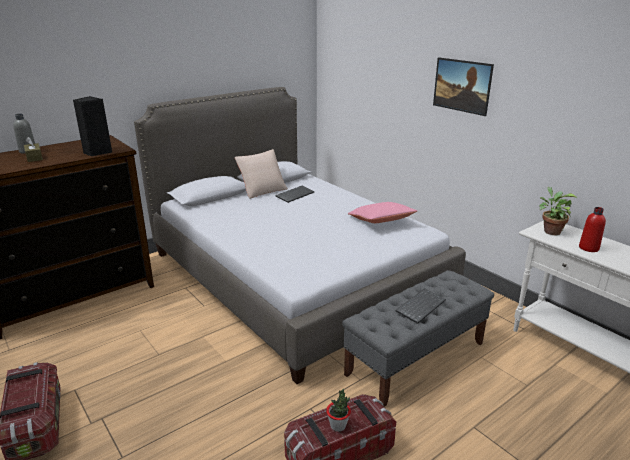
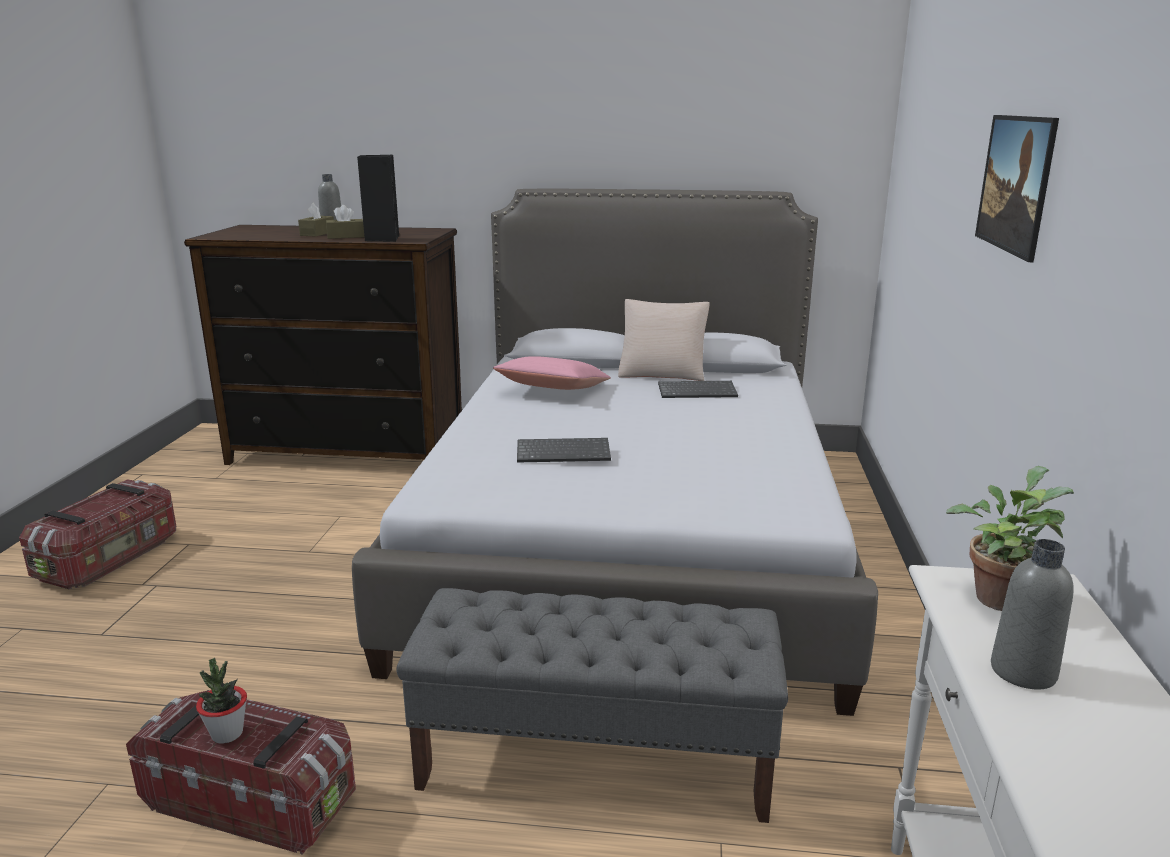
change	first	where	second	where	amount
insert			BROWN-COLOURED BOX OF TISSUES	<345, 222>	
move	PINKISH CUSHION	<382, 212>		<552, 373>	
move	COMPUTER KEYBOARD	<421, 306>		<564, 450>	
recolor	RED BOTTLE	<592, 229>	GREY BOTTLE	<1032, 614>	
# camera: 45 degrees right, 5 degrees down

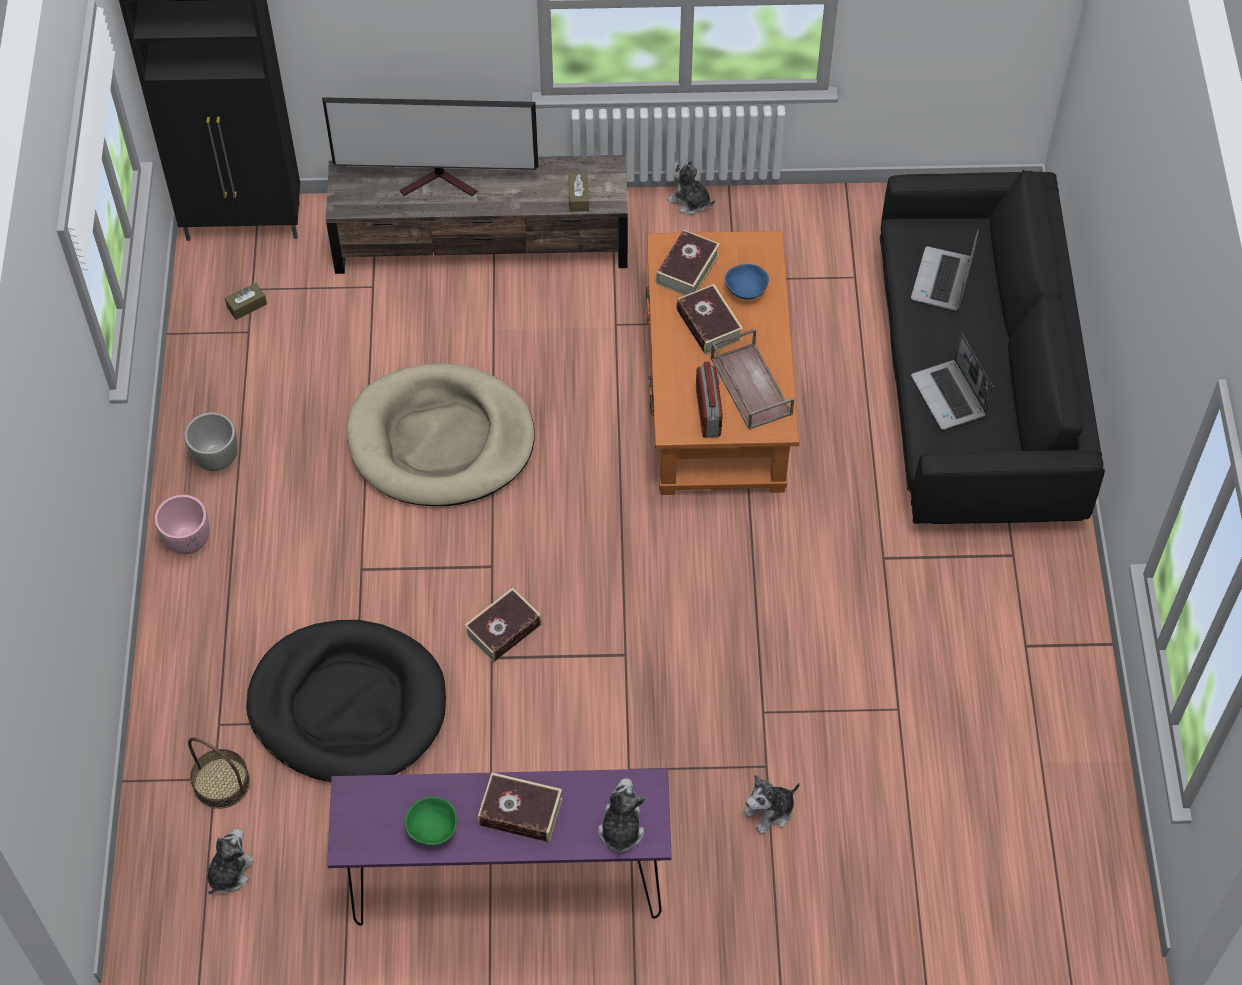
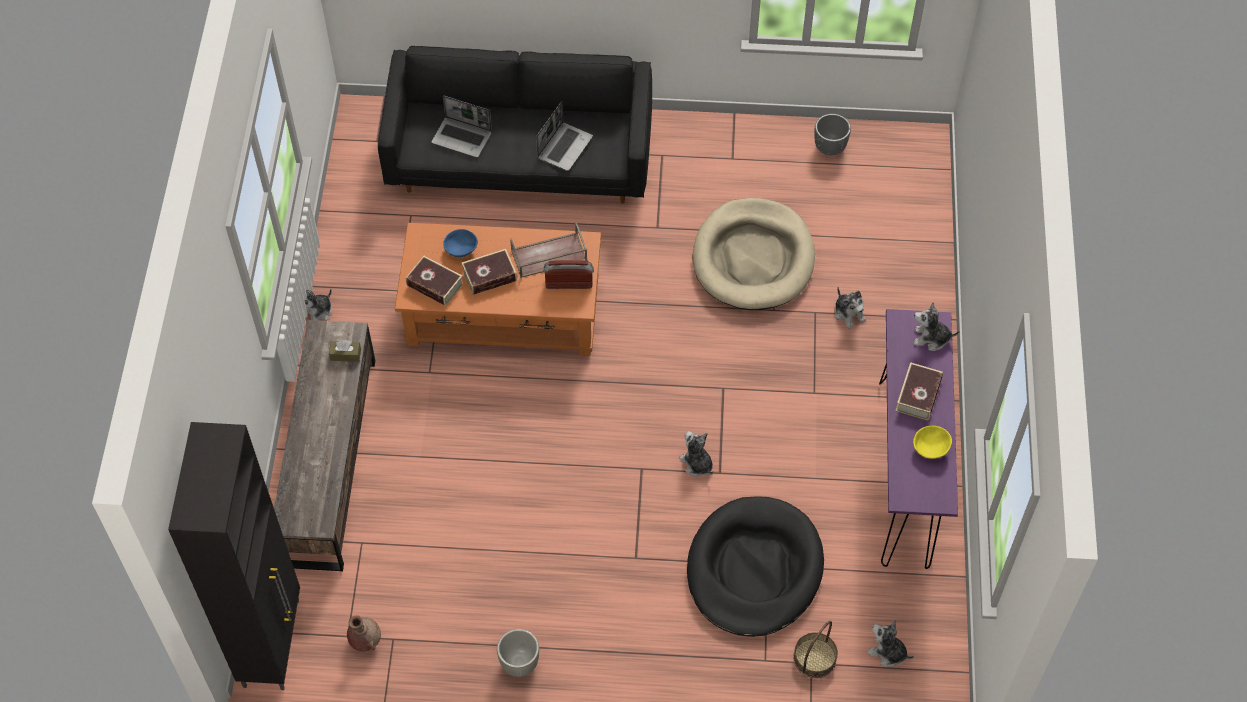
change	first	where	second	where	amount
delete	PINKISH FLOWER POT	<181, 525>			
delete	TELEVISION	<430, 147>			
insert			GREY FLOWER POT	<832, 134>	
move	SAND-COLOURED DOG BED	<440, 434>		<753, 254>	
replace	BROWN-COLOURED BOX OF TISSUES	<246, 301>	BROWN-COLOURED DECORATIVE VASE	<364, 633>	
replace	VOLUME	<503, 625>	CUDDLY TOY	<696, 454>	
recolor	GREEN SERVING BOWL	<430, 821>	YELLOWISH SERVING BOWL	<932, 442>	
rotate	LAPTOP	<952, 381>		<564, 136>	45 degrees counterclockwise
# camera: 85 degrees left, 0 degrees up

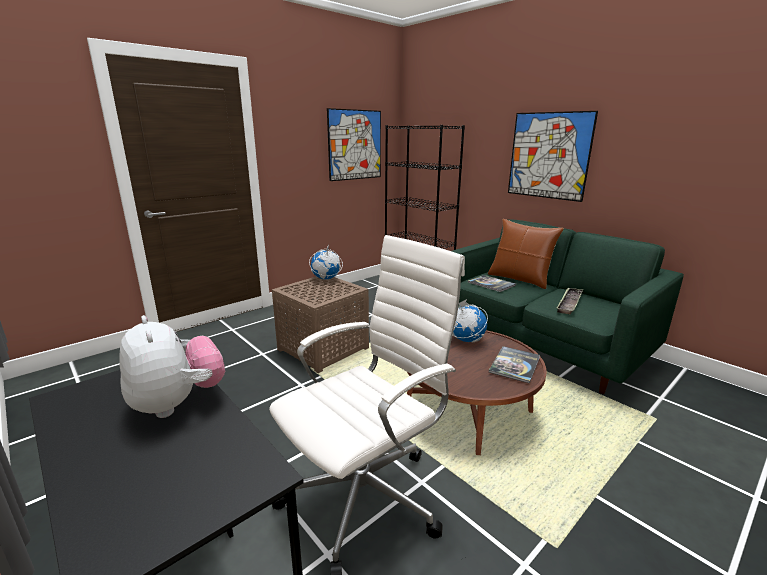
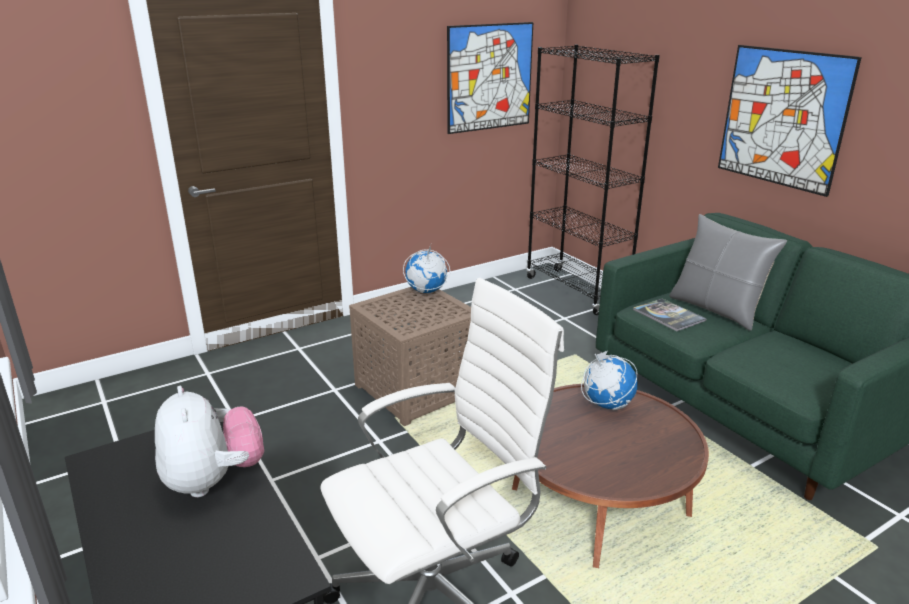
change	first	where	second	where	amount
delete	VOLUME	<514, 365>			
delete	SERVING TRAY	<570, 301>			
recolor	BROWN-COLOURED CUSHION	<526, 254>	GREY CUSHION	<728, 272>	
# camera: 10 degrees right, 5 degrees up

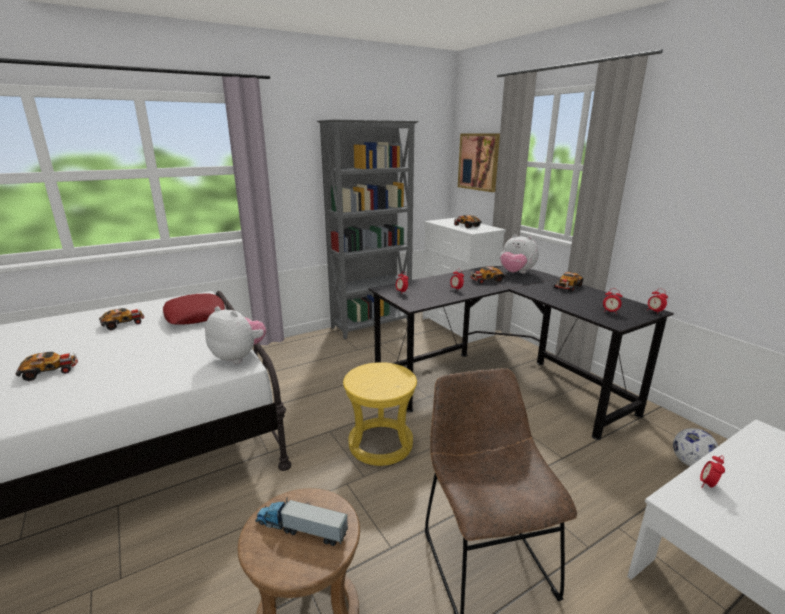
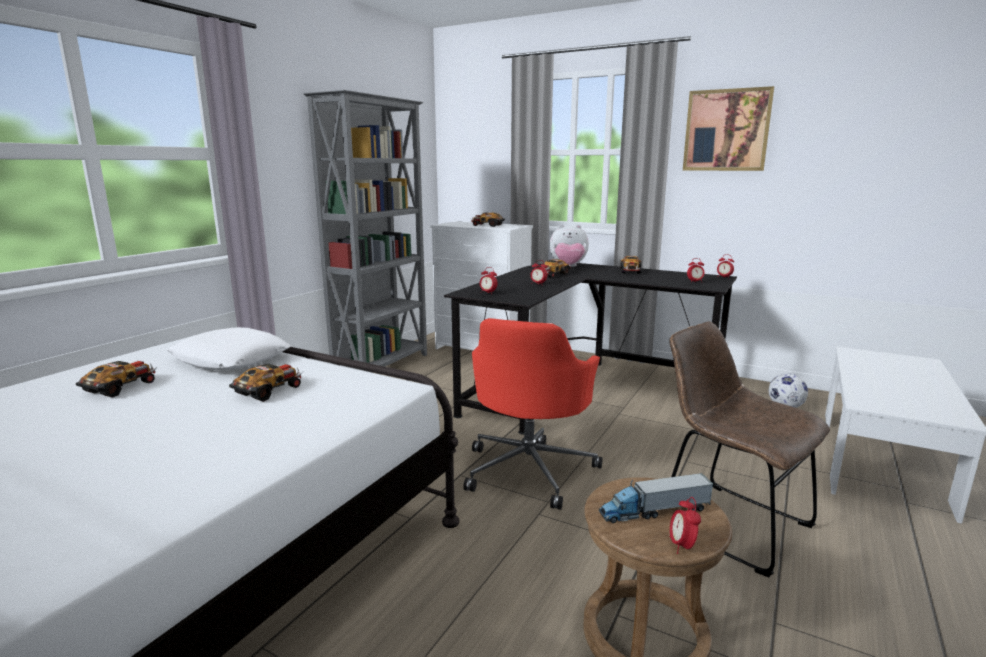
change	first	where	second	where	amount
delete	CUDDLY TOY	<235, 335>			
move	TOY CAR	<47, 366>		<266, 382>	
move	WALL PICTURE	<479, 162>		<728, 128>	
move	TABLE CLOCK	<712, 471>		<685, 525>	
replace	YELLOWISH STOOL SEAT	<380, 414>	RED OFFICE CHAIR	<533, 414>	
recolor	RED CUSHION	<194, 309>	WHITE-COLOURED CUSHION	<229, 348>	
# camera: 30 degrees left, 5 degrees down

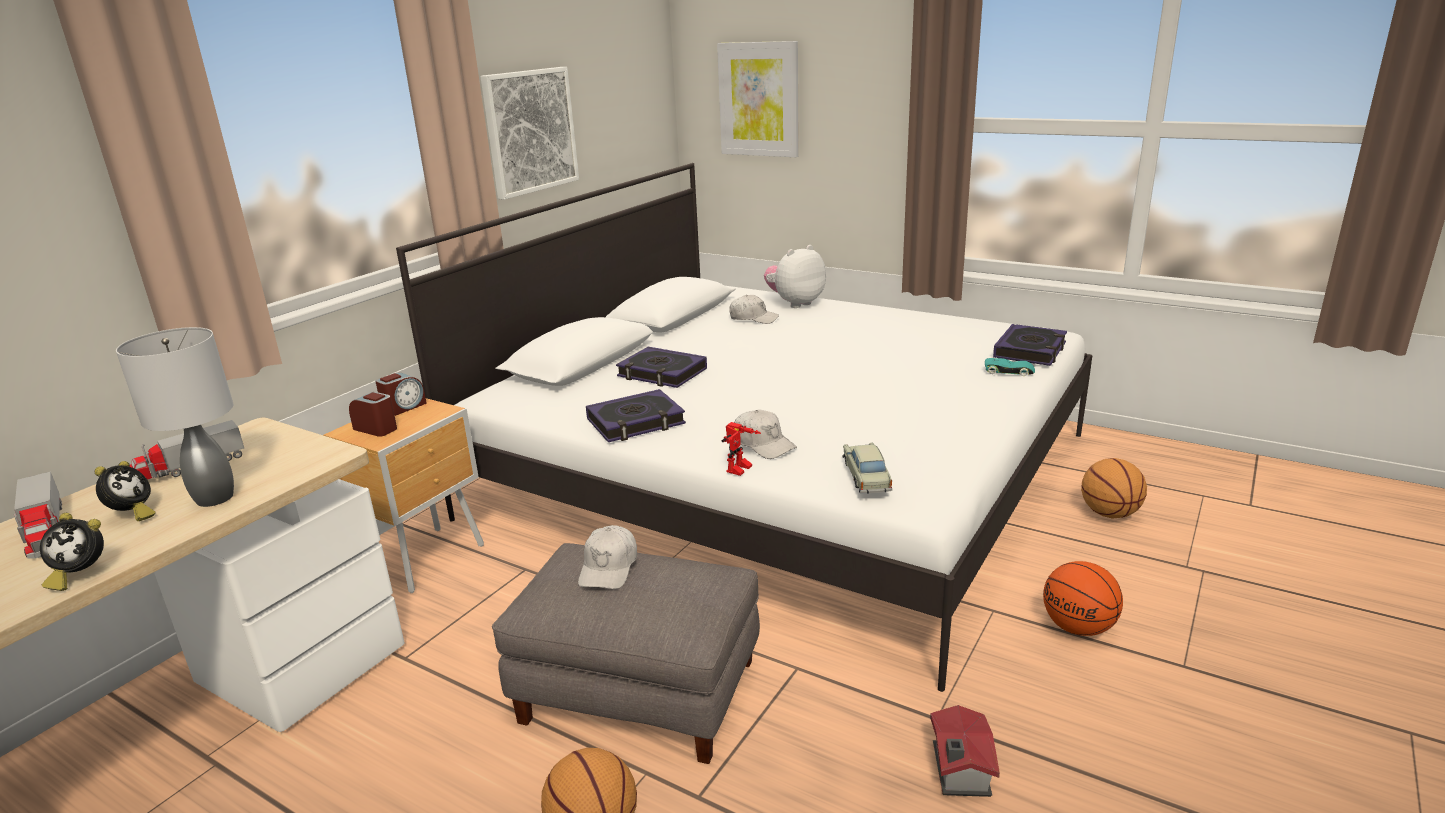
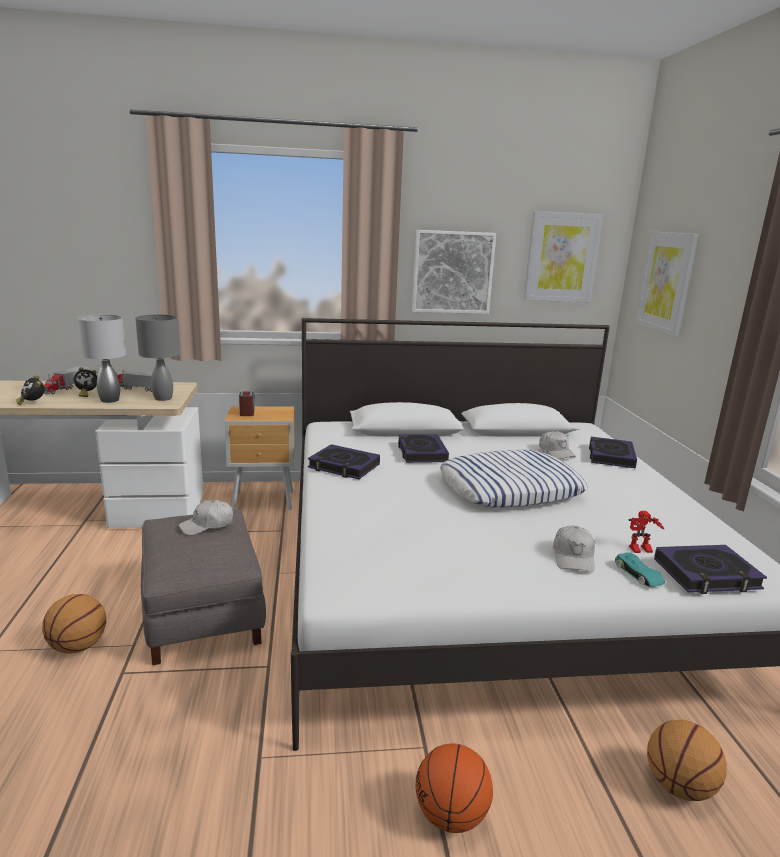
change	first	where	second	where	amount
delete	TABLE CLOCK	<401, 394>			
delete	SAND-COLOURED TOY CAR	<867, 468>			
delete	MINIATURE HOUSE	<965, 751>			
insert			GREY TABLE LAMP	<157, 357>	
insert			CUSHION	<514, 479>	
insert			WALL PICTURE	<563, 256>	
move	ROBOT FIGURE	<741, 449>		<646, 532>	
move	WHITE-COLOURED PEAKED CAP	<765, 434>		<574, 548>	
replace	CUDDLY TOY	<795, 276>	VOLUME	<613, 453>	
# camera: 50 degrees right, 5 degrees down

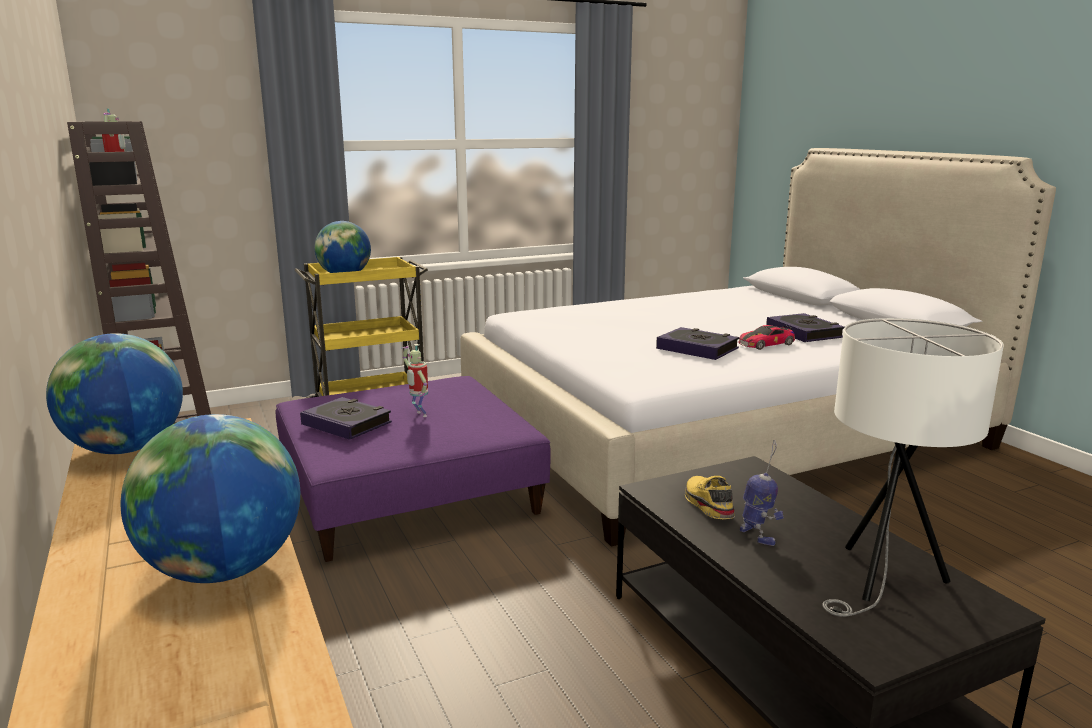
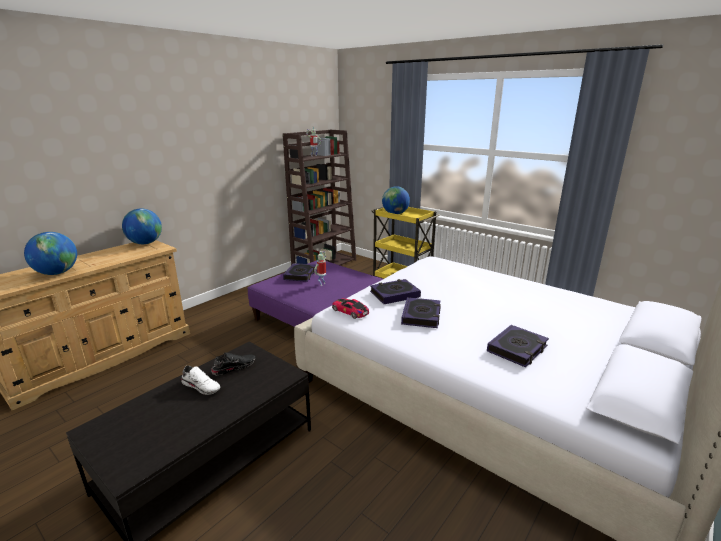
change	first	where	second	where	amount
delete	WHITE-COLOURED TABLE LAMP	<913, 467>			
insert			VOLUME	<395, 291>	
move	TOY CAR	<766, 337>		<350, 308>	
replace	ROBOT FIGURE	<762, 493>	WHITE-COLOURED LOW SHOE	<200, 380>	
recolor	YELLOWISH LOW SHOE	<710, 497>	BLACK-COLOURED LOW SHOE	<232, 364>	
# camera: 65 degrees right, 5 degrees up

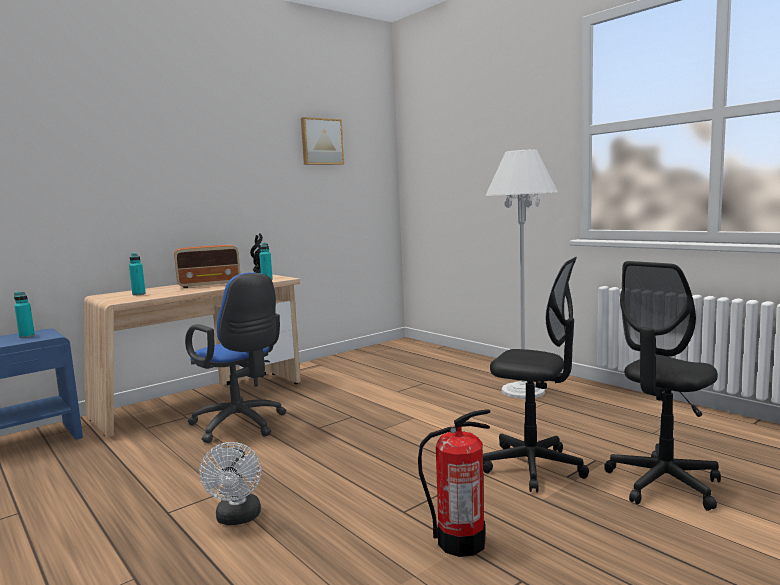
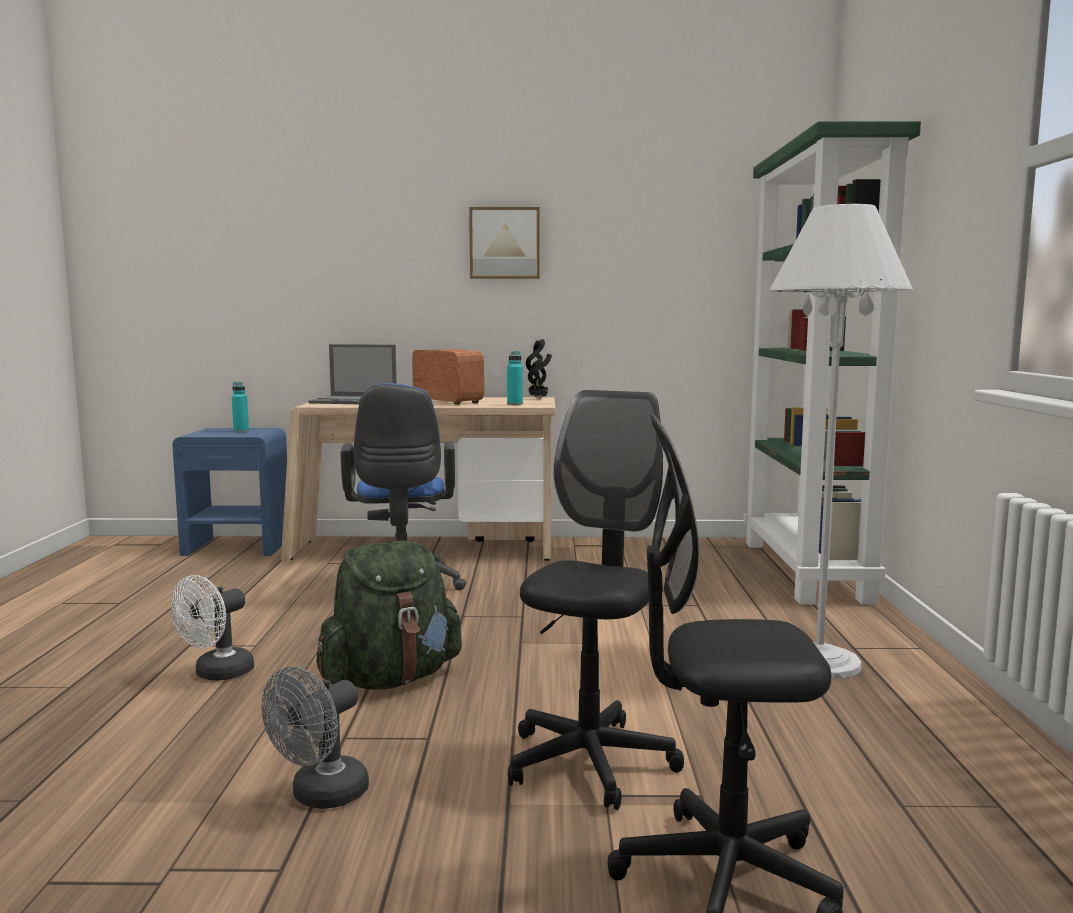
change	first	where	second	where	amount
insert			GREEN KNAPSACK	<389, 615>	
insert			GREEN BOOKSHELF	<832, 363>	
move	WALL PICTURE	<322, 141>		<504, 243>	
replace	TURQUOISE BOTTLE	<137, 274>	LAPTOP	<352, 374>	
replace	FIRE EXTINGUISHER	<454, 483>	GREY FAN	<315, 738>	
rotate	RADIO SET	<207, 266>		<448, 377>	150 degrees counterclockwise
rotate	BLACK-COLOURED OFFICE CHAIR	<536, 374>		<596, 600>	135 degrees counterclockwise
# camera: 40 degrees right, 0 degrees up

